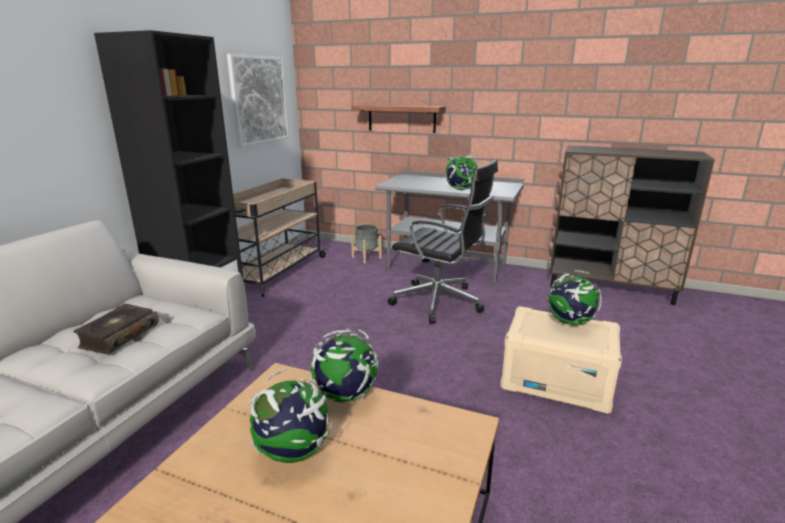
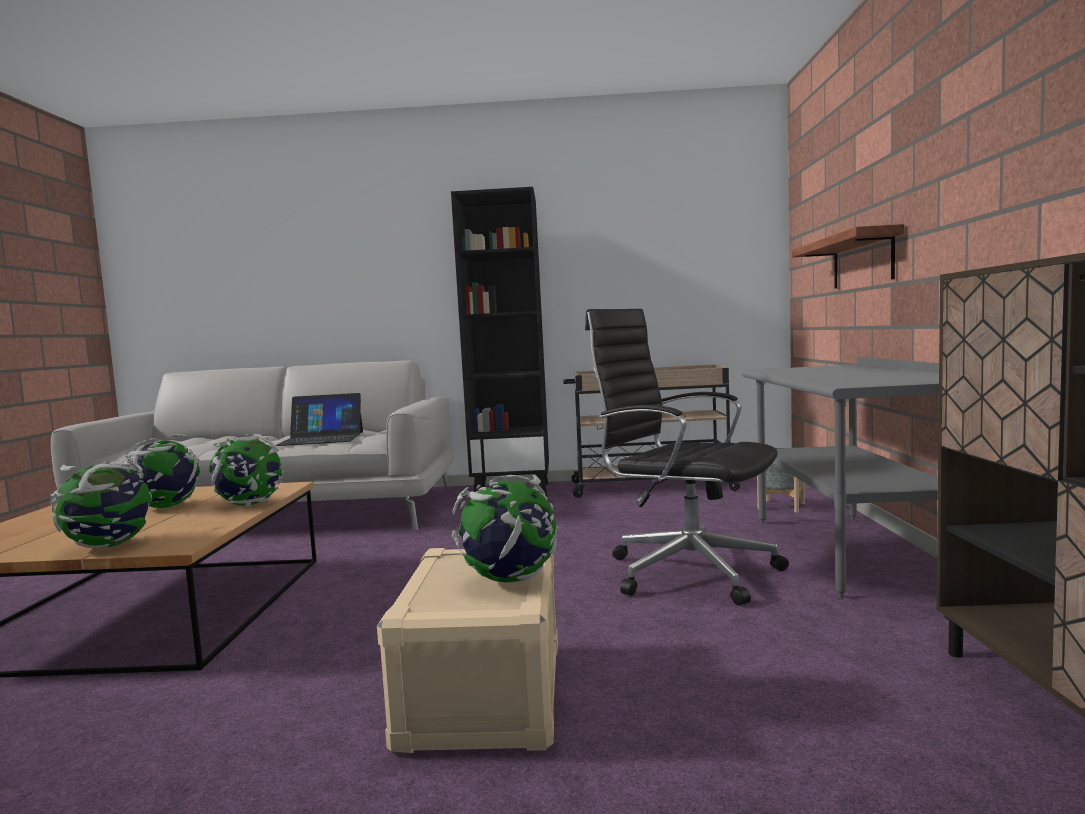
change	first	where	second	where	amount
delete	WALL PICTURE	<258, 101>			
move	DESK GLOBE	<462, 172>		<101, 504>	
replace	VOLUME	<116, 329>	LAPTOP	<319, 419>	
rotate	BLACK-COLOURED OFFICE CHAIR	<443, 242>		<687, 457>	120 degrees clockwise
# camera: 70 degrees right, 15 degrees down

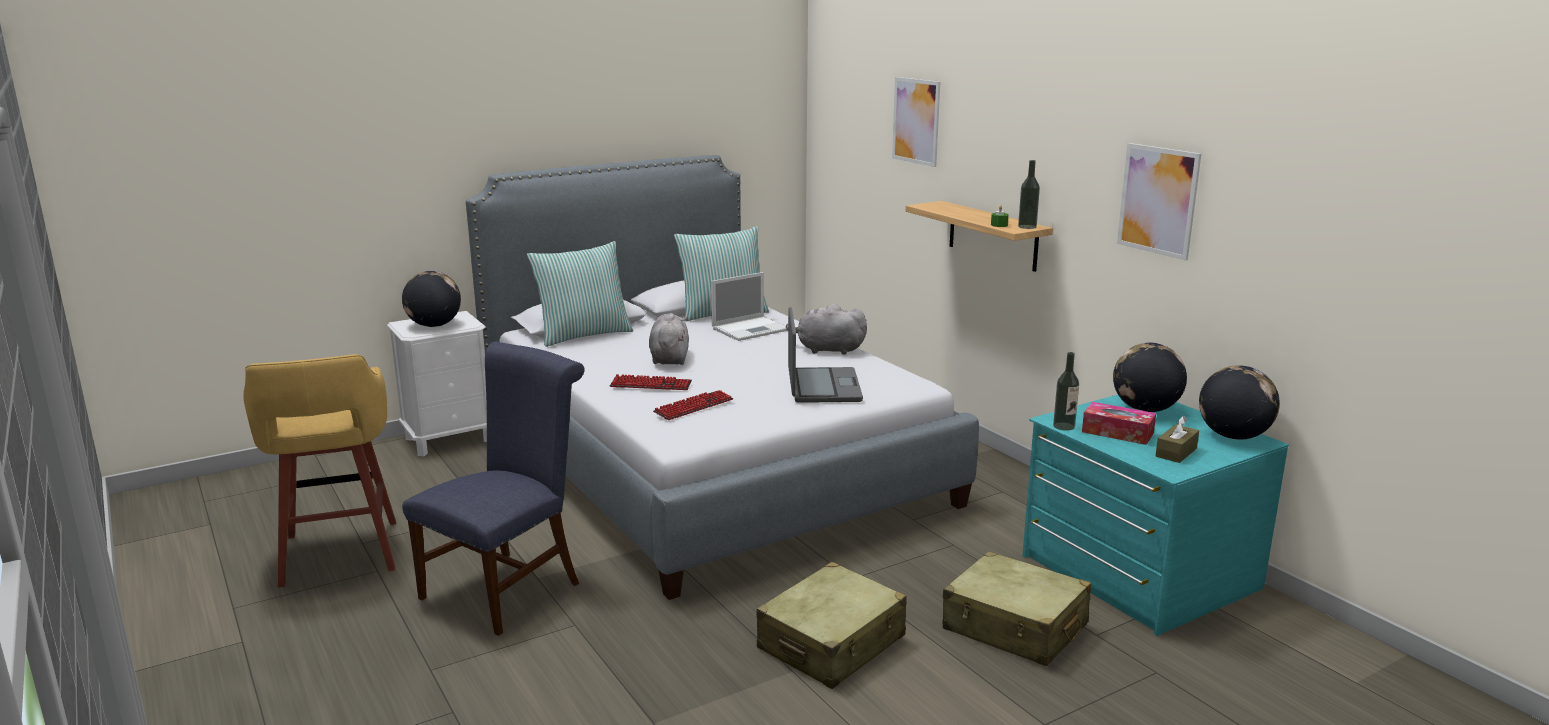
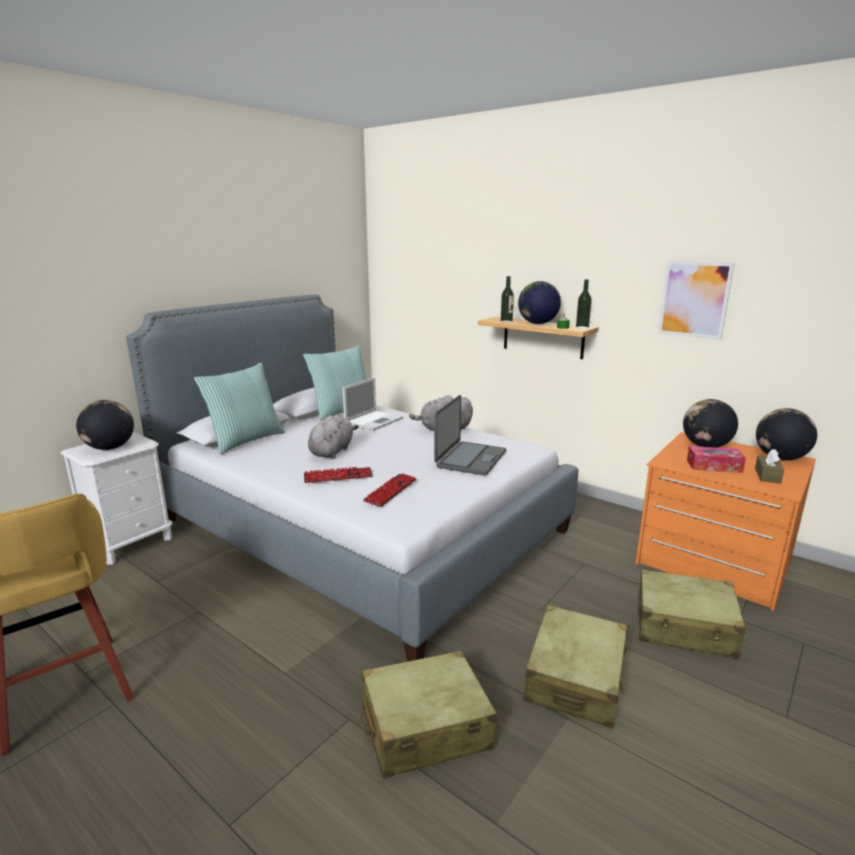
change	first	where	second	where	amount
delete	BLUE-COLOURED PLAIN CHAIR	<493, 489>			
delete	WALL PICTURE	<916, 122>			
insert			SAND-COLOURED TRAVEL CASE	<428, 714>	
insert			DESK GLOBE	<539, 302>	
move	BOTTLE	<1066, 391>		<507, 299>	
recolor	TURQUOISE CHEST OF DRAWERS	<1155, 515>	ORANGEY CHEST OF DRAWERS	<725, 521>	
rotate	GREY CUDDLY TOY	<669, 339>		<333, 436>	45 degrees clockwise
rotate	LAPTOP	<825, 355>		<470, 435>	45 degrees clockwise
# camera: 20 degrees left, 0 degrees up

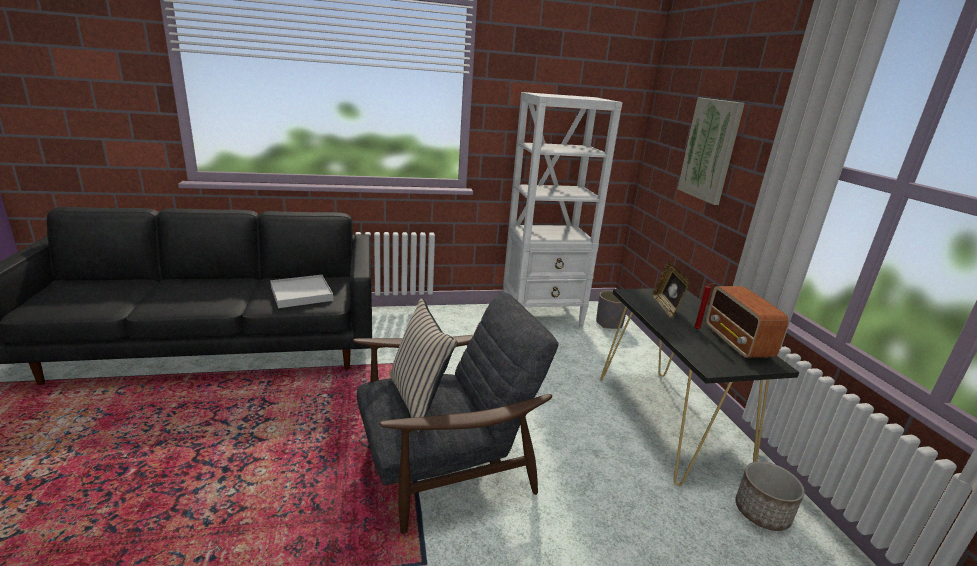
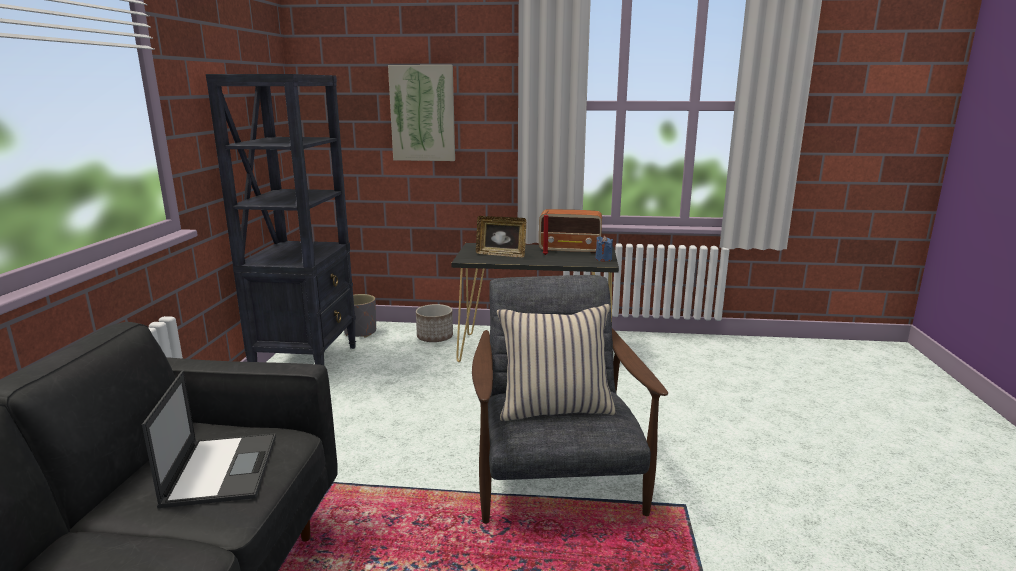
change	first	where	second	where	amount
insert			BLUE-COLOURED CANDLE	<604, 249>	
move	FLOWER POT	<770, 496>		<434, 323>	
replace	WHITE-COLOURED SERVING TRAY	<301, 291>	LAPTOP	<209, 439>	
recolor	WHITE-COLOURED BOOKSHELF	<563, 210>	BLACK-COLOURED BOOKSHELF	<281, 219>	
# camera: 70 degrees left, 5 degrees down

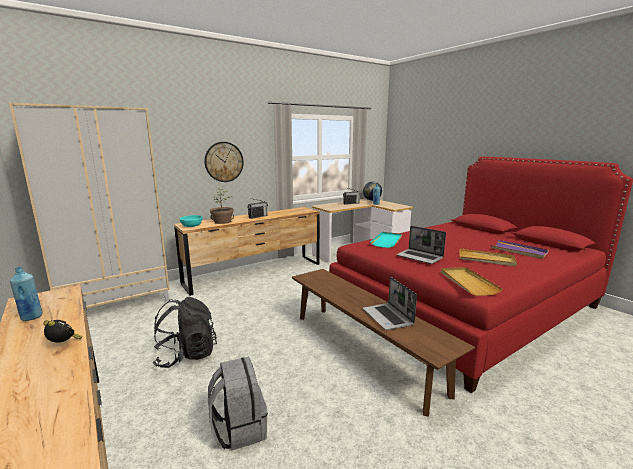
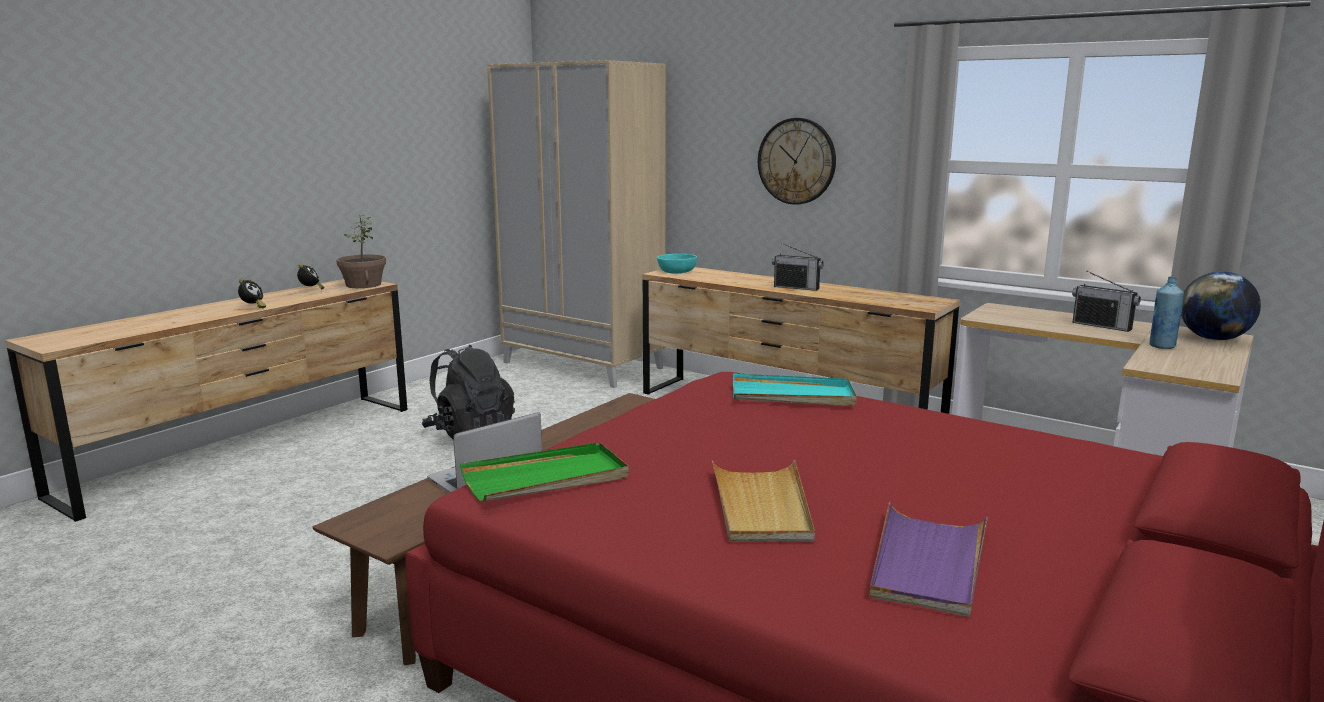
change	first	where	second	where	amount
delete	GREY KNAPSACK	<238, 404>			
delete	LAPTOP	<421, 245>			
move	POTTED PLANT	<222, 206>		<361, 251>	
replace	BLUE-COLOURED BOTTLE	<26, 294>	TABLE CLOCK	<311, 277>	
recolor	SAND-COLOURED SERVING TRAY	<472, 281>	GREEN SERVING TRAY	<544, 471>	
# camera: 70 degrees right, 0 degrees up

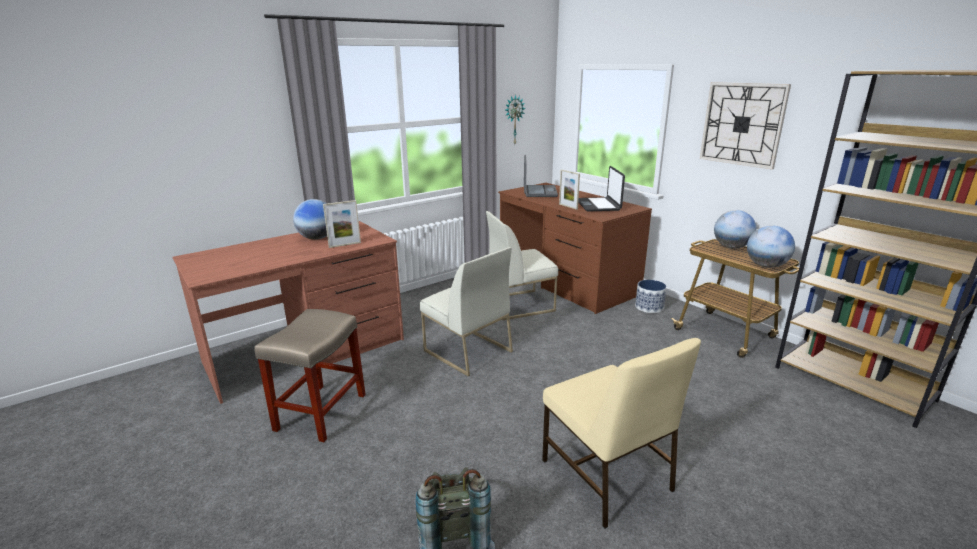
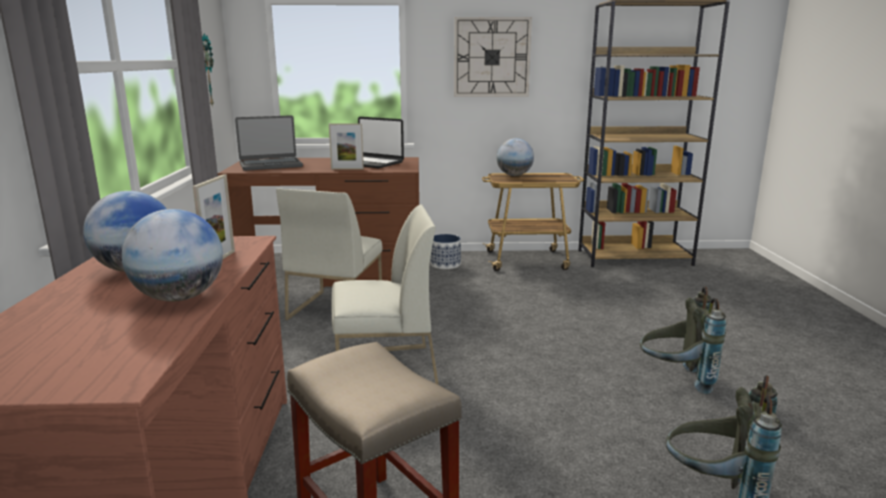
change	first	where	second	where	amount
move	DESK GLOBE	<771, 246>		<172, 255>	
replace	SAND-COLOURED PLAIN CHAIR	<621, 433>	GREY KNAPSACK	<683, 340>	
rotate	LAPTOP	<541, 176>		<269, 143>	120 degrees clockwise
# camera: 55 degrees left, 5 degrees down

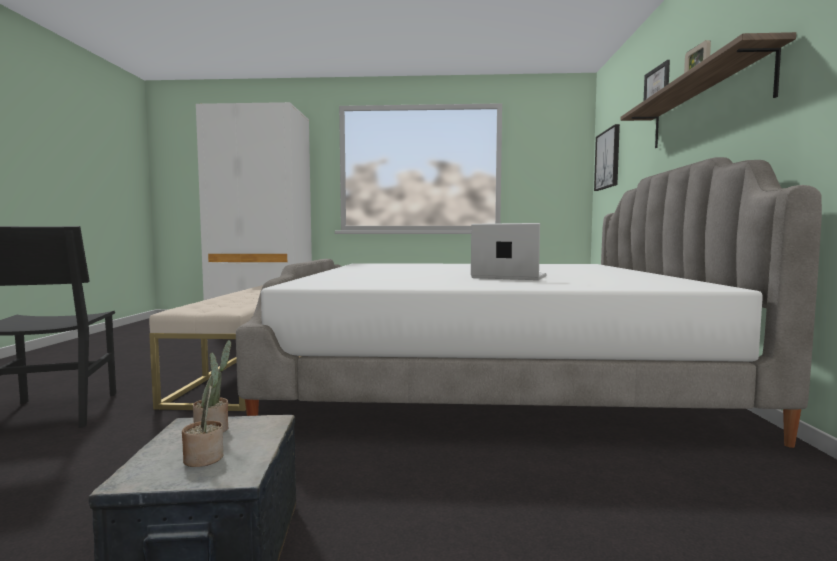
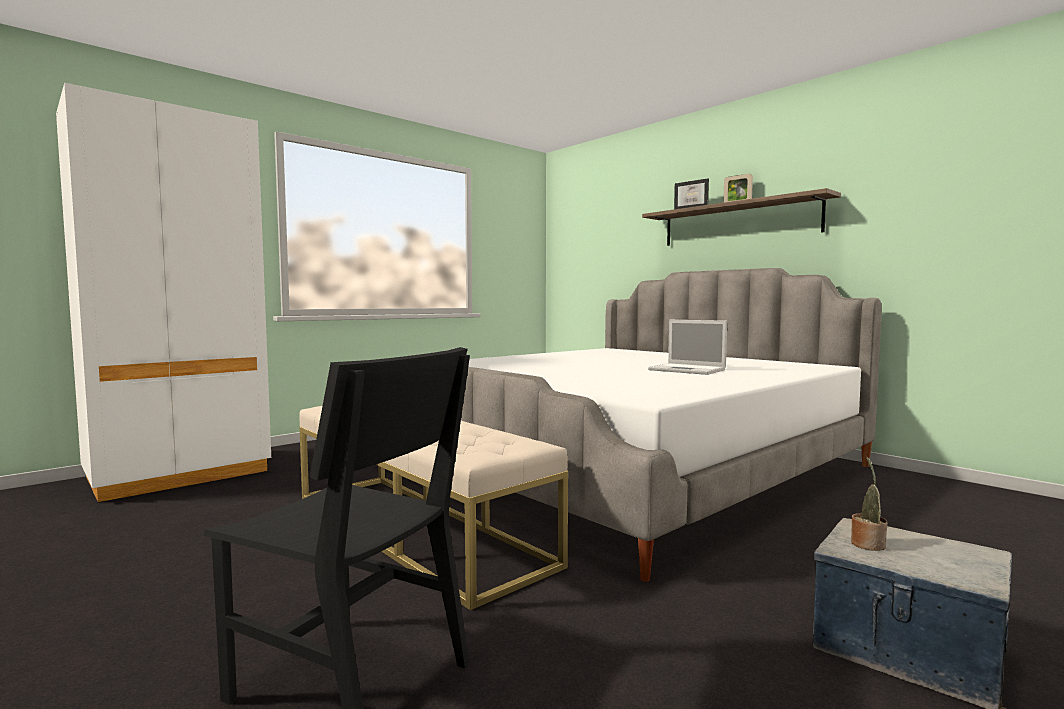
change	first	where	second	where	amount
delete	POTTED PLANT	<202, 409>			
delete	WALL PICTURE	<607, 157>			
rotate	LAPTOP	<508, 251>		<687, 347>	120 degrees counterclockwise
# camera: 45 degrees left, 0 degrees up

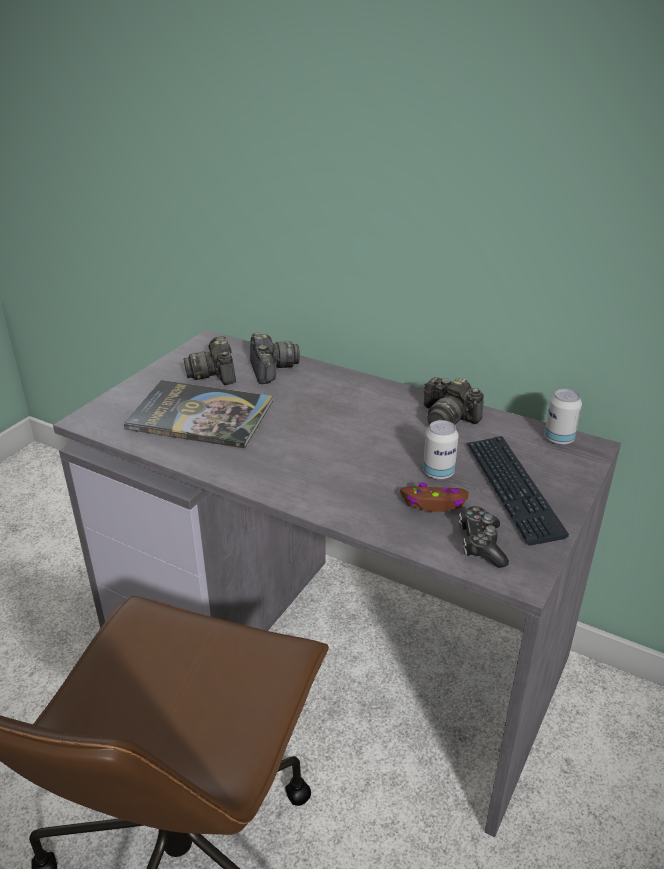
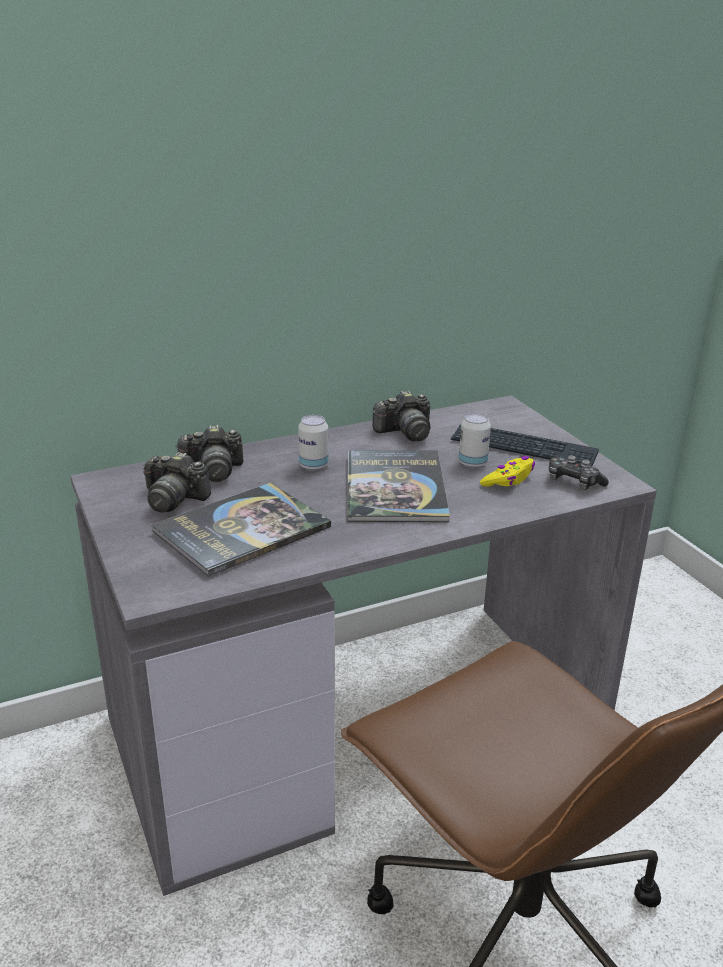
change	first	where	second	where	amount
insert			VOLUME	<399, 486>	
move	CAN	<563, 417>		<313, 443>	
recolor	BROWN-COLOURED JOYPAD	<434, 497>	YELLOWISH JOYPAD	<507, 471>	
rotate	PHOTO CAMERA	<275, 358>		<209, 453>	150 degrees clockwise
# camera: 55 degrees left, 5 degrees down

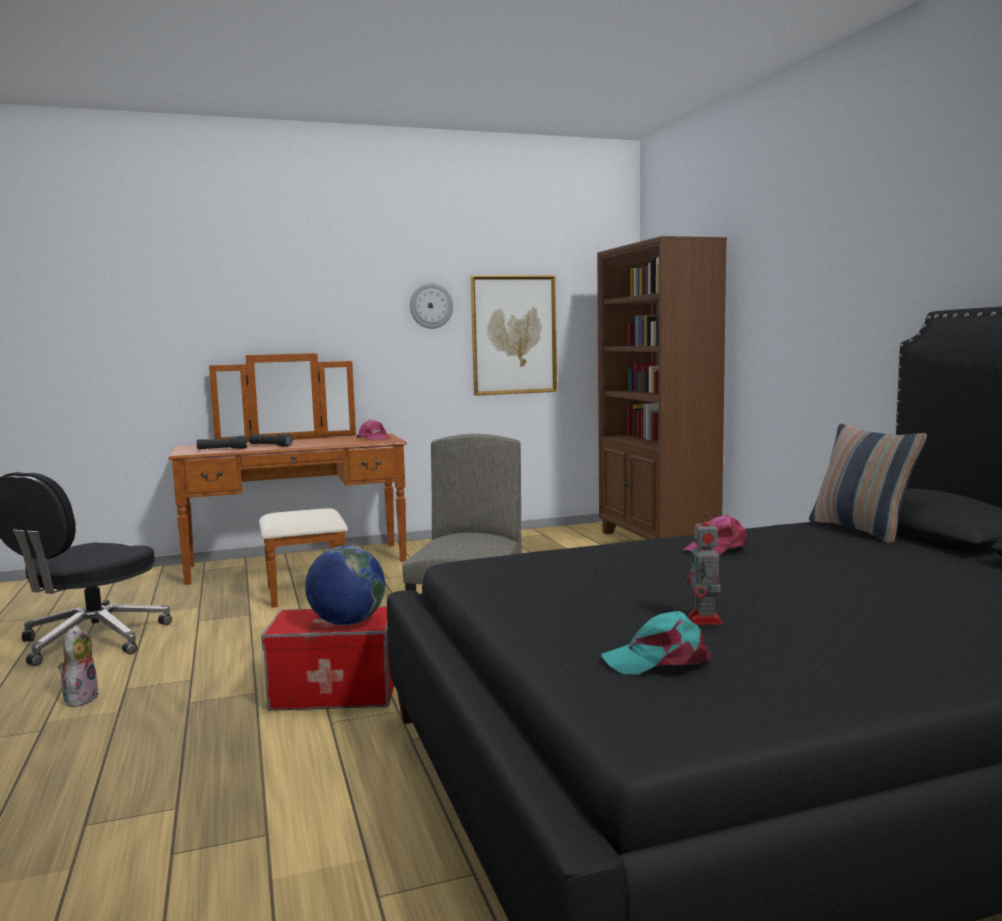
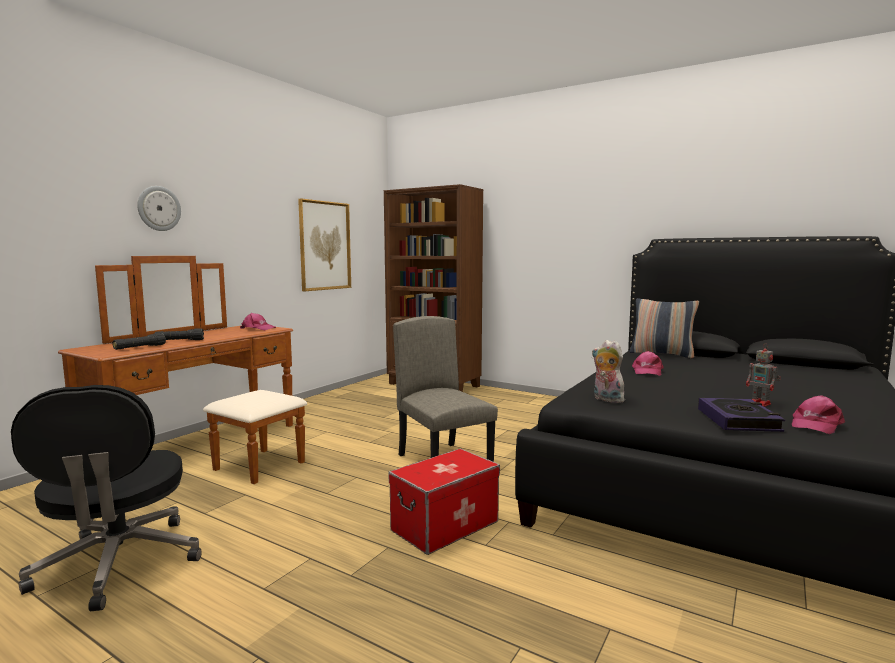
change	first	where	second	where	amount
delete	DESK GLOBE	<345, 585>			
insert			VOLUME	<741, 415>	
move	CUDDLY TOY	<79, 666>		<608, 371>	
move	WALL CLOCK	<431, 306>		<159, 208>	
recolor	TURQUOISE PEAKED CAP	<656, 643>	PINKISH PEAKED CAP	<818, 414>	
# camera: 40 degrees left, 0 degrees up

